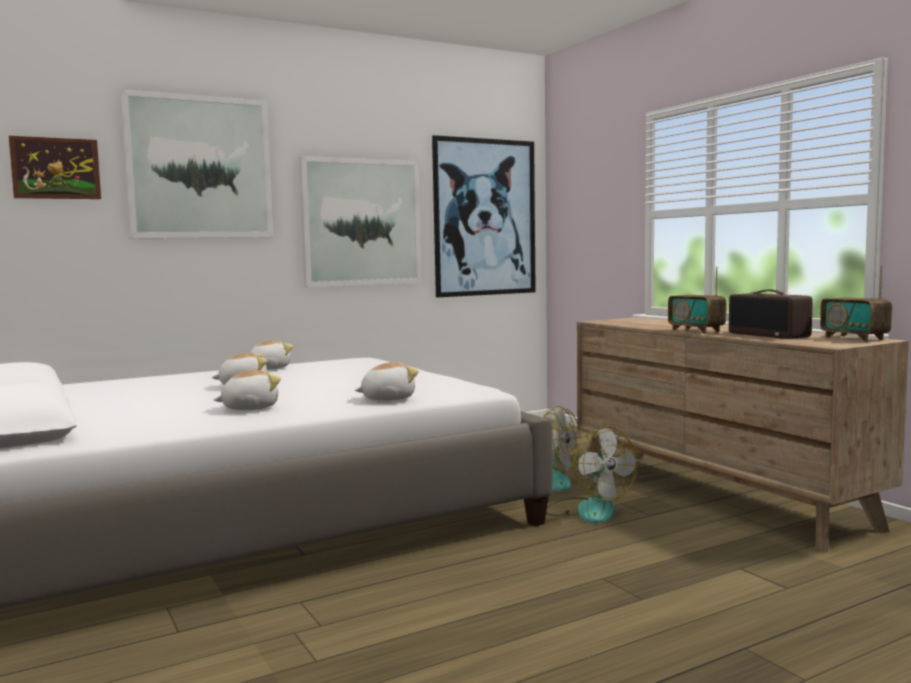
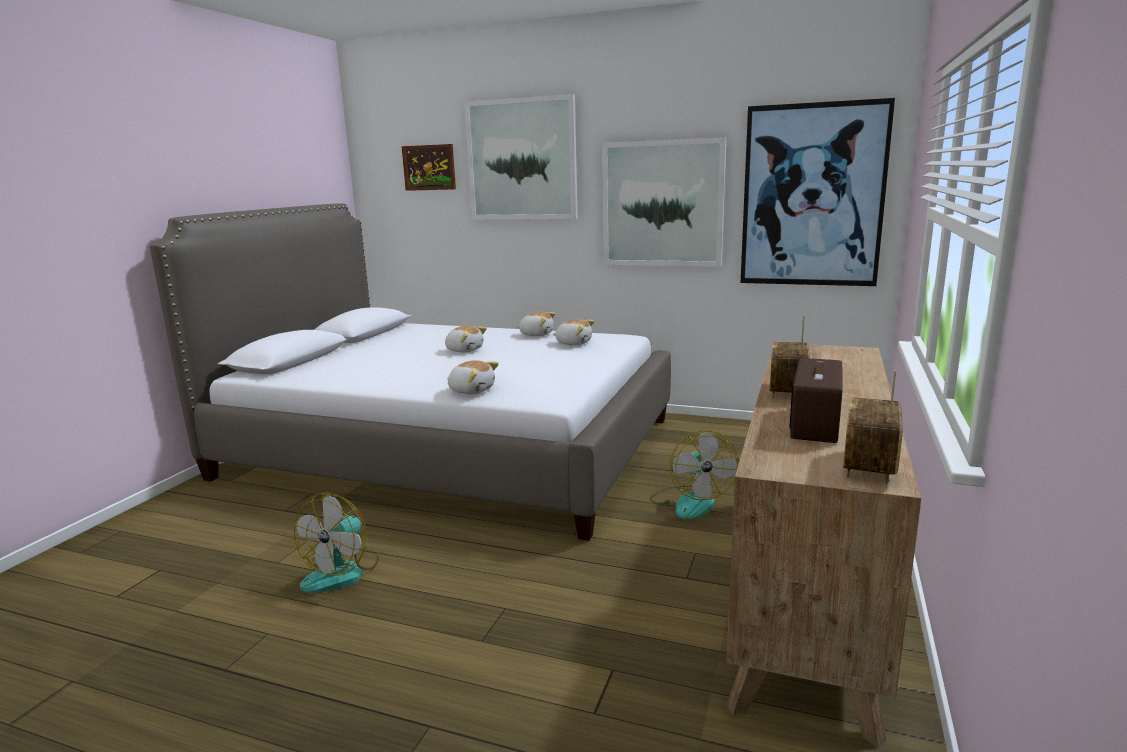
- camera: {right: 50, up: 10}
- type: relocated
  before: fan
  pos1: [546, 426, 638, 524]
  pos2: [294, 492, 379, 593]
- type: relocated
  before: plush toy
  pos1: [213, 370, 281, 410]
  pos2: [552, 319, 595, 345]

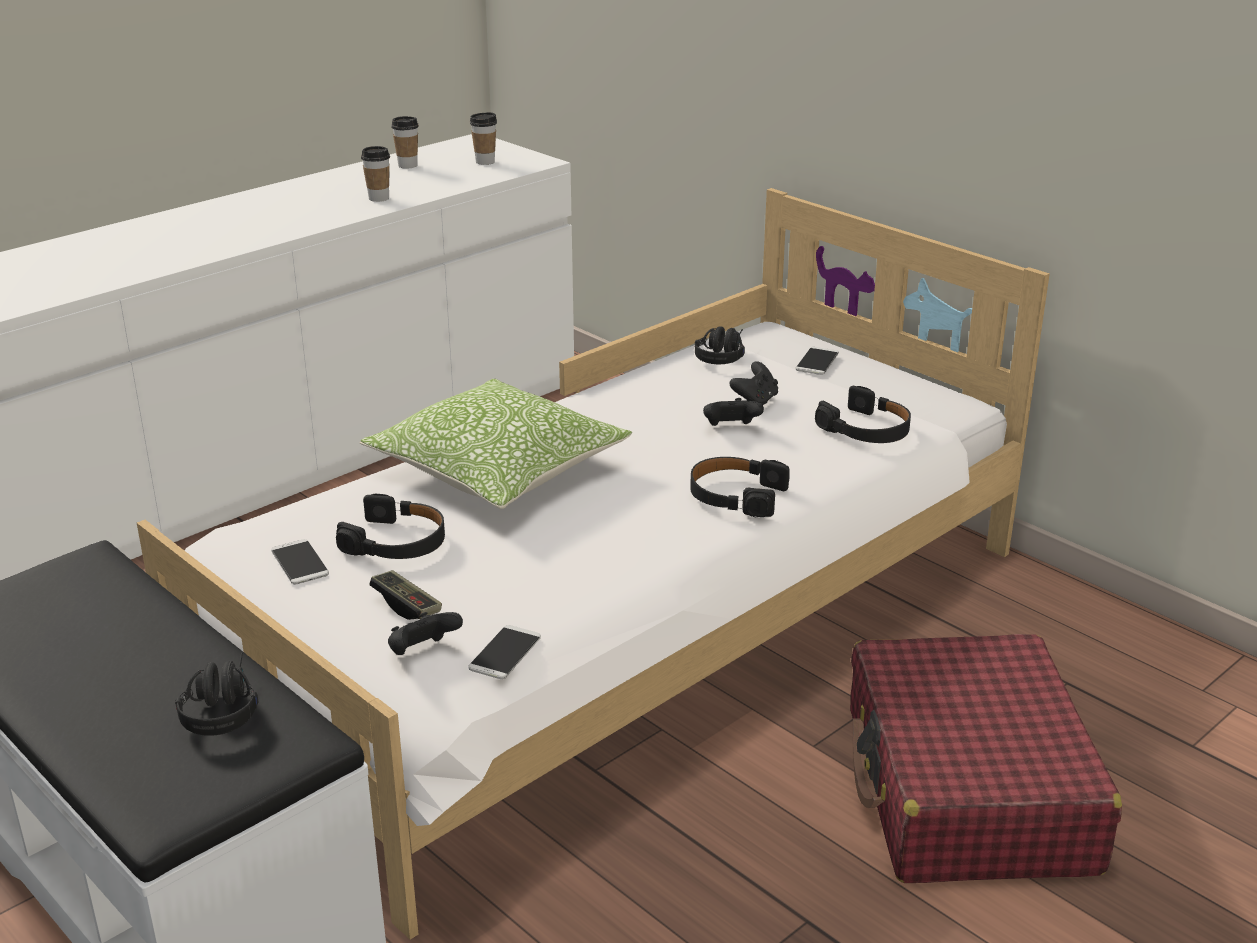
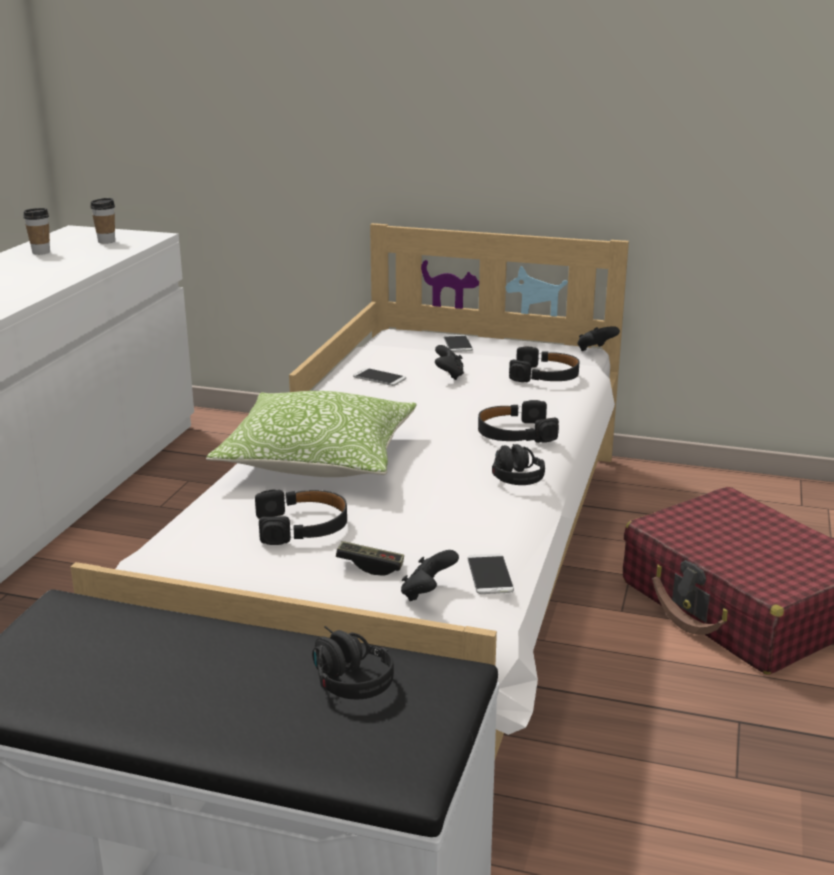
- camera: {right: -30, up: -5}
- type: relocated
  before: phone
  pos1: [271, 539, 329, 584]
  pos2: [353, 368, 406, 386]
- type: relocated
  before: black headphones
  pos1: [695, 326, 745, 364]
  pos2: [492, 444, 545, 485]
- type: relocated
  before: black game controller
  pos1: [703, 398, 764, 426]
  pos2: [577, 326, 620, 351]
- type: missing
  before: cup
  pos1: [361, 146, 390, 202]

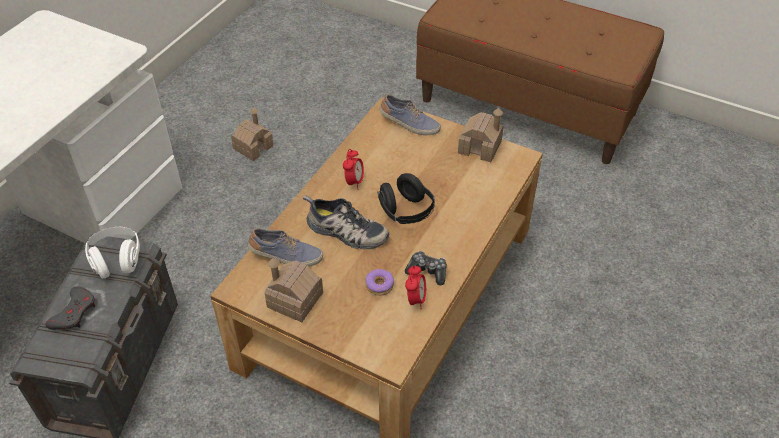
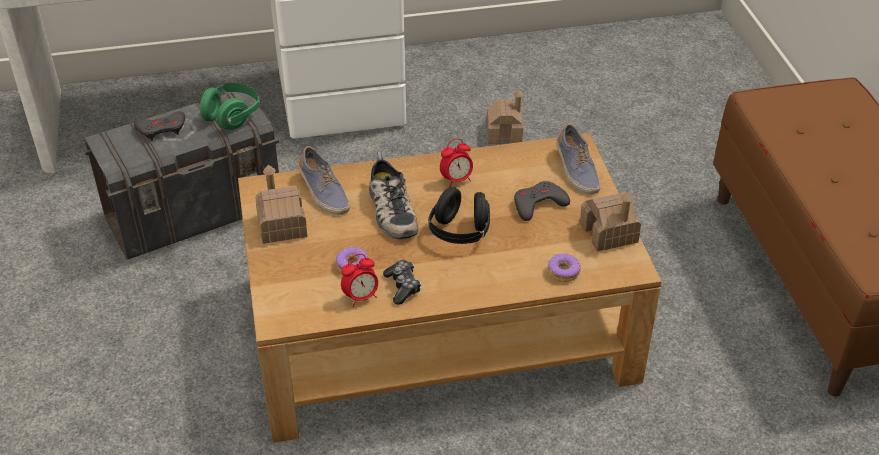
- camera: {right: 50, up: -5}
- type: colour
  before: white headphones
  after: green headphones
  pos1: [85, 227, 140, 279]
  pos2: [200, 83, 260, 130]
- type: appeared
  after: grey game controller
  pos2: [514, 181, 570, 221]
- type: appeared
  after: donut
  pos2: [548, 254, 581, 282]

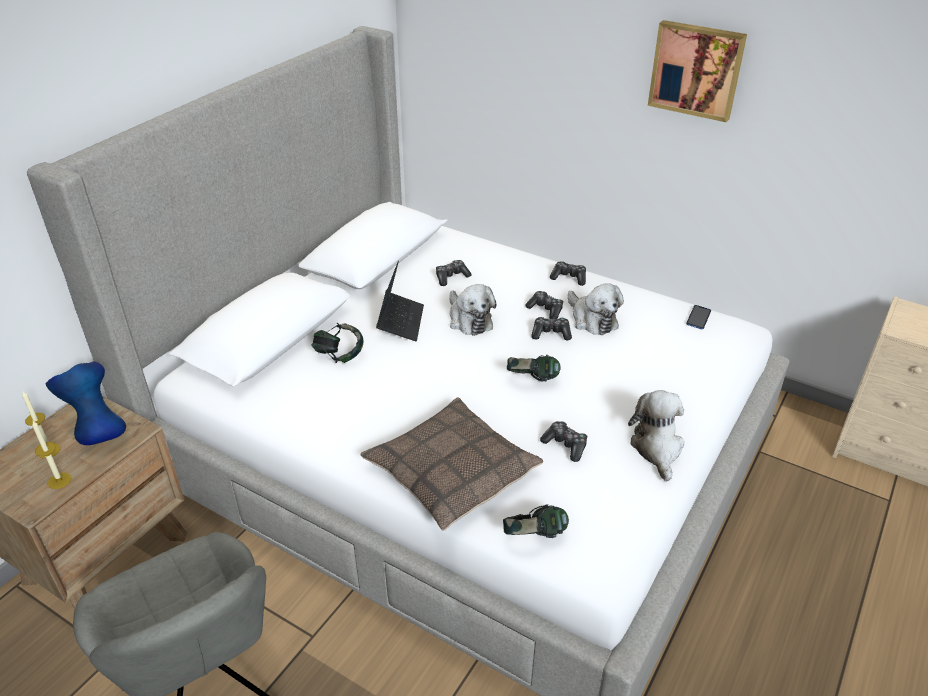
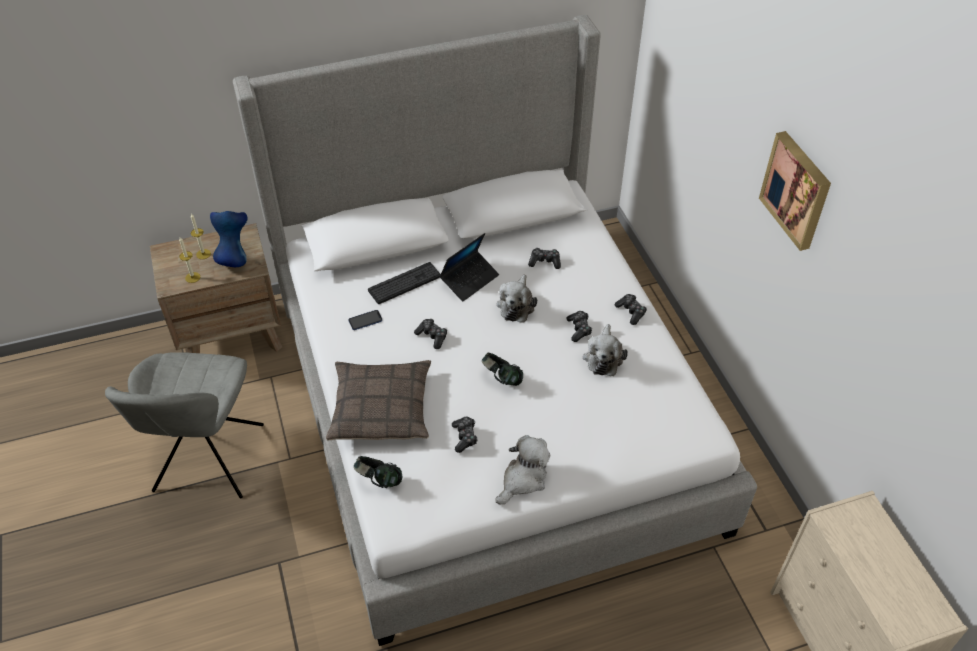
- camera: {right: 40, up: 10}
- type: relocated
  before: phone
  pos1: [686, 305, 711, 329]
  pos2: [349, 310, 382, 330]
- type: exchanged
  before: headphones
  after: keyboard
  pos1: [311, 323, 363, 363]
  pos2: [368, 262, 441, 304]
- type: relocated
  before: game controller
  pos1: [531, 317, 572, 340]
  pos2: [414, 319, 447, 349]

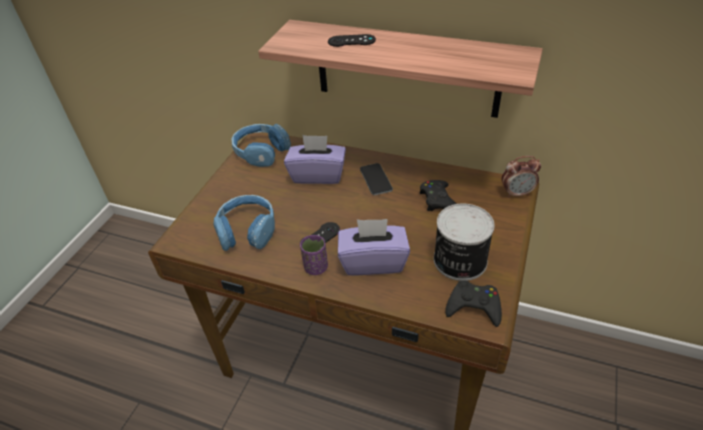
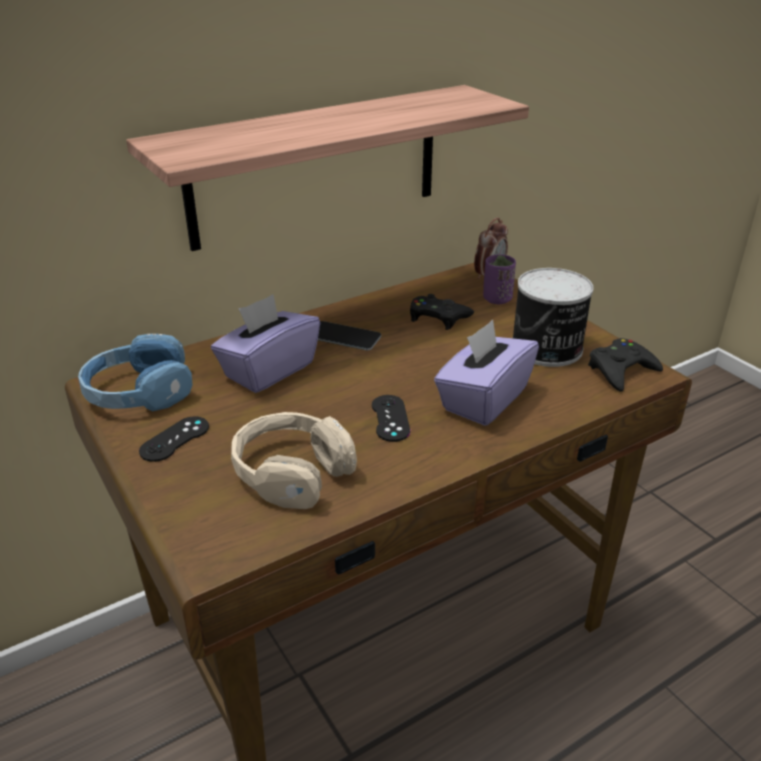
- camera: {right: -55, up: -10}
- type: relocated
  before: black game controller
  pos1: [328, 34, 376, 47]
  pos2: [139, 417, 209, 462]
- type: colour
  before: blue headphones
  after: beige headphones
  pos1: [214, 195, 275, 251]
  pos2: [231, 412, 357, 509]
- type: relocated
  before: purple cup
  pos1: [300, 235, 328, 275]
  pos2: [483, 254, 516, 304]

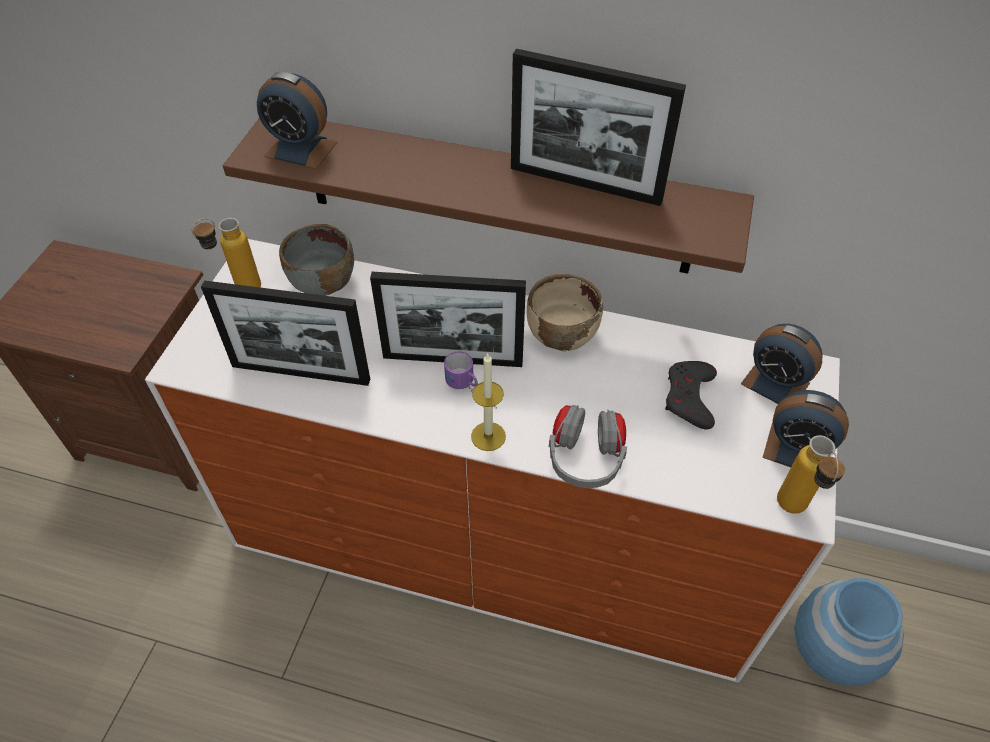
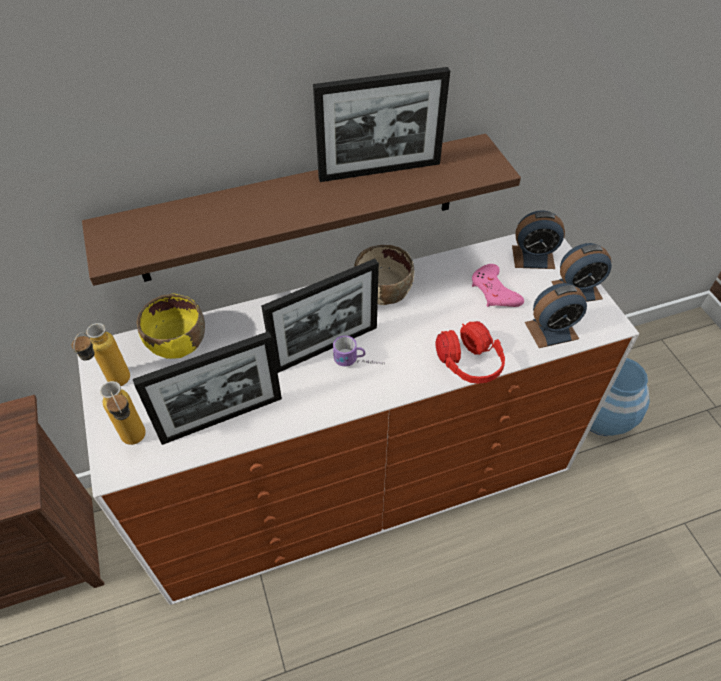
- camera: {right: -35, up: 0}
- type: relocated
  before: bottle
  pos1: [777, 435, 845, 514]
  pos2: [100, 381, 146, 445]
- type: colour
  before: grey bowl
  after: yellow bowl
  pos1: [279, 224, 354, 296]
  pos2: [136, 294, 205, 359]
- type: colour
  before: grey headphones
  after: red headphones
  pos1: [549, 405, 627, 488]
  pos2: [436, 321, 505, 384]
- type: colour
  before: grey game controller
  after: pink game controller
  pos1: [665, 361, 717, 429]
  pos2: [472, 264, 524, 307]
- type: relocated
  before: alarm clock
  pos1: [257, 72, 337, 169]
  pos2: [525, 283, 587, 348]
- type: missing
  before: candle
  pos1: [471, 353, 506, 451]

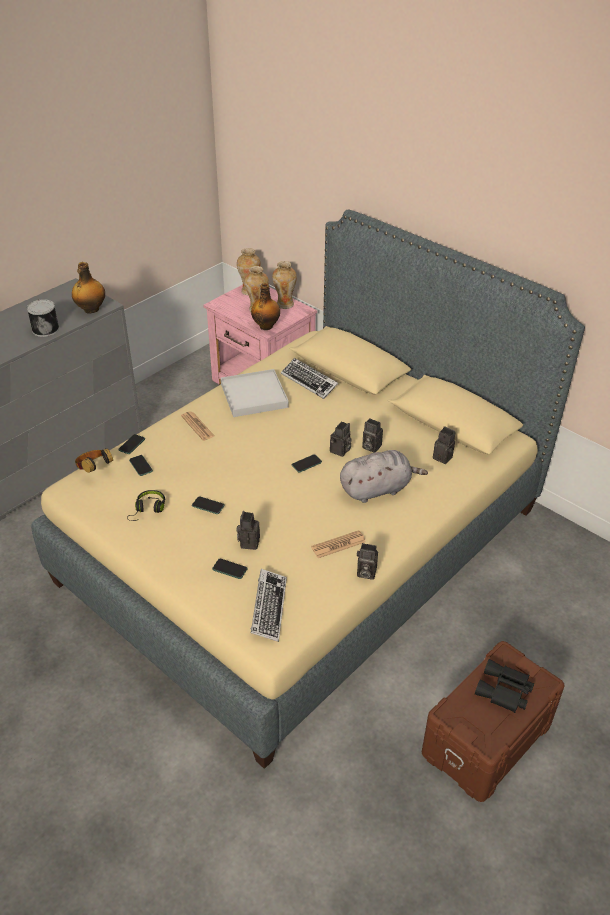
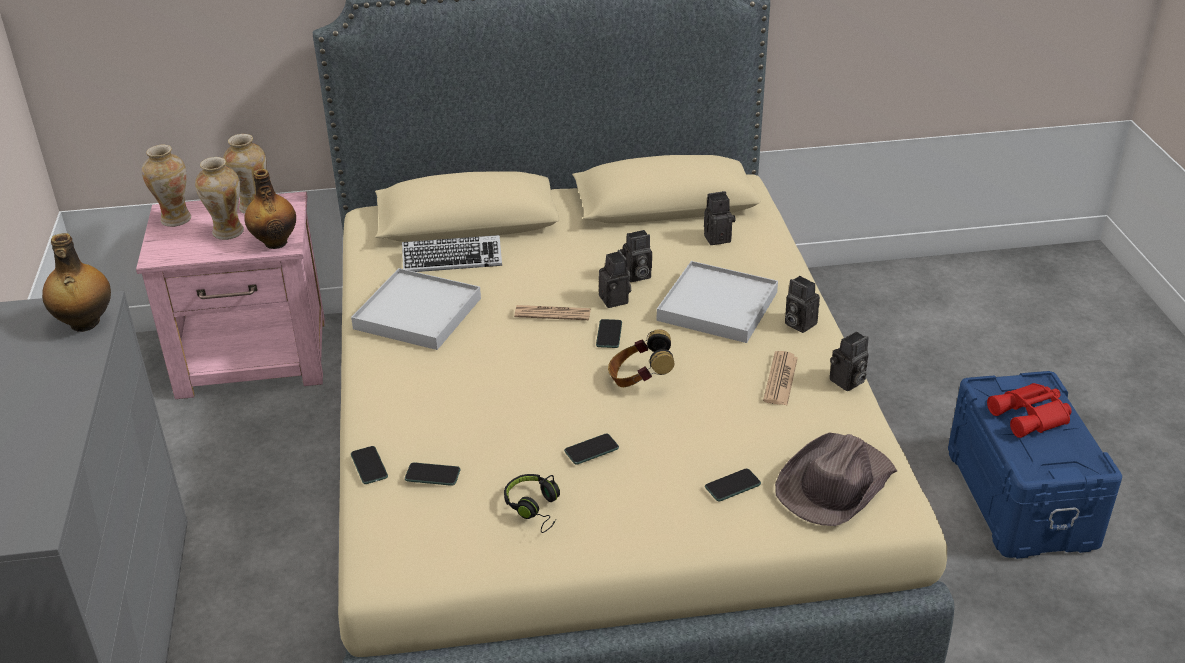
- camera: {right: -50, up: -5}
- type: relocated
  before: newspaper
  pos1: [181, 411, 214, 441]
  pos2: [514, 305, 591, 320]
- type: relocated
  before: headphones
  pos1: [75, 448, 113, 473]
  pos2: [608, 329, 674, 387]
- type: exchanged
  before: grey plush toy
  after: white tray
  pos1: [340, 450, 428, 503]
  pos2: [657, 261, 778, 343]
- type: exchanged
  before: keyboard
  after: brown hat
  pos1: [251, 569, 287, 642]
  pos2: [775, 433, 897, 526]
- type: relocated
  before: photo camera
  pos1: [236, 511, 260, 550]
  pos2: [785, 276, 820, 333]
- type: colour
  before: brown storage box
  after: blue storage box
  pos1: [422, 641, 565, 802]
  pos2: [948, 371, 1122, 559]
- type: colour
  before: black binoculars
  after: red binoculars
  pos1: [475, 659, 534, 713]
  pos2: [987, 383, 1072, 438]
- type: missing
  before: can
  pos1: [27, 299, 59, 337]

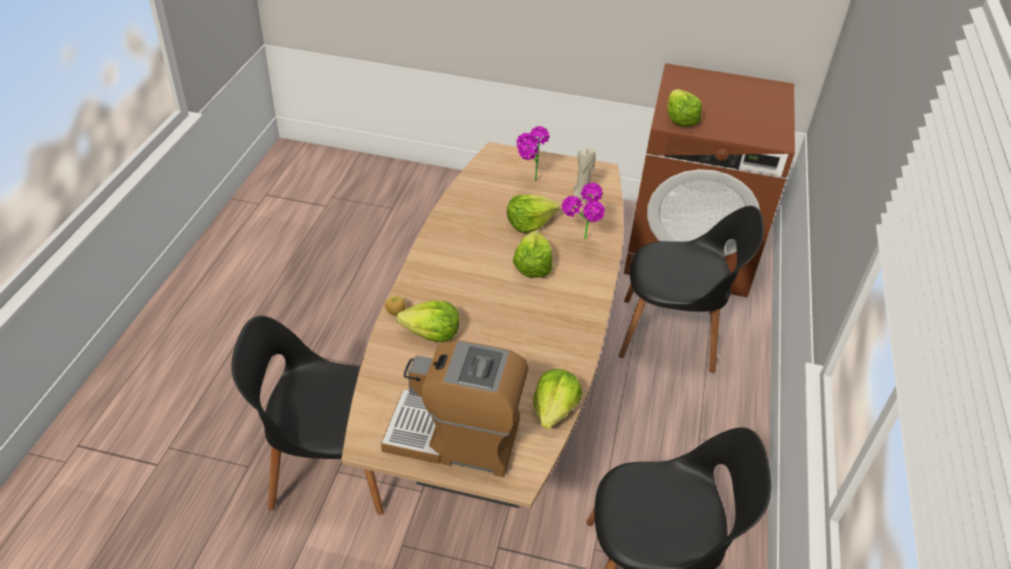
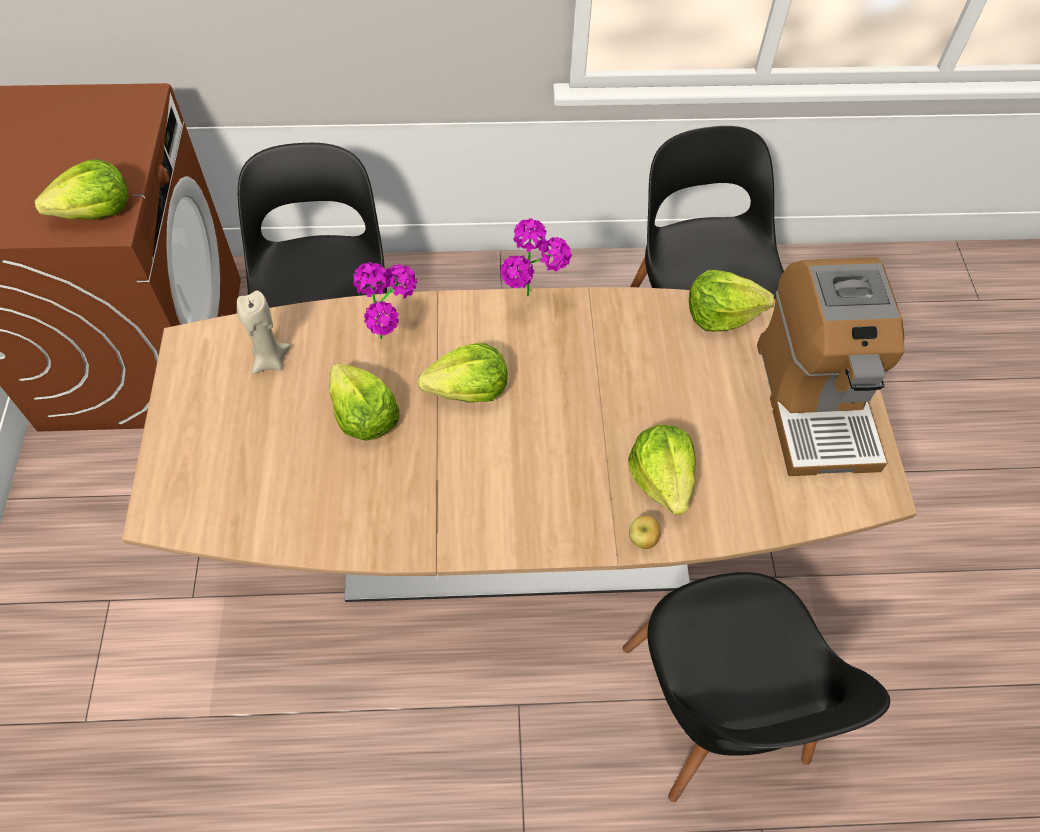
- camera: {right: -105, up: 15}
- type: relocated
  before: potted plant
  pos1: [516, 126, 550, 182]
  pos2: [500, 218, 572, 296]

